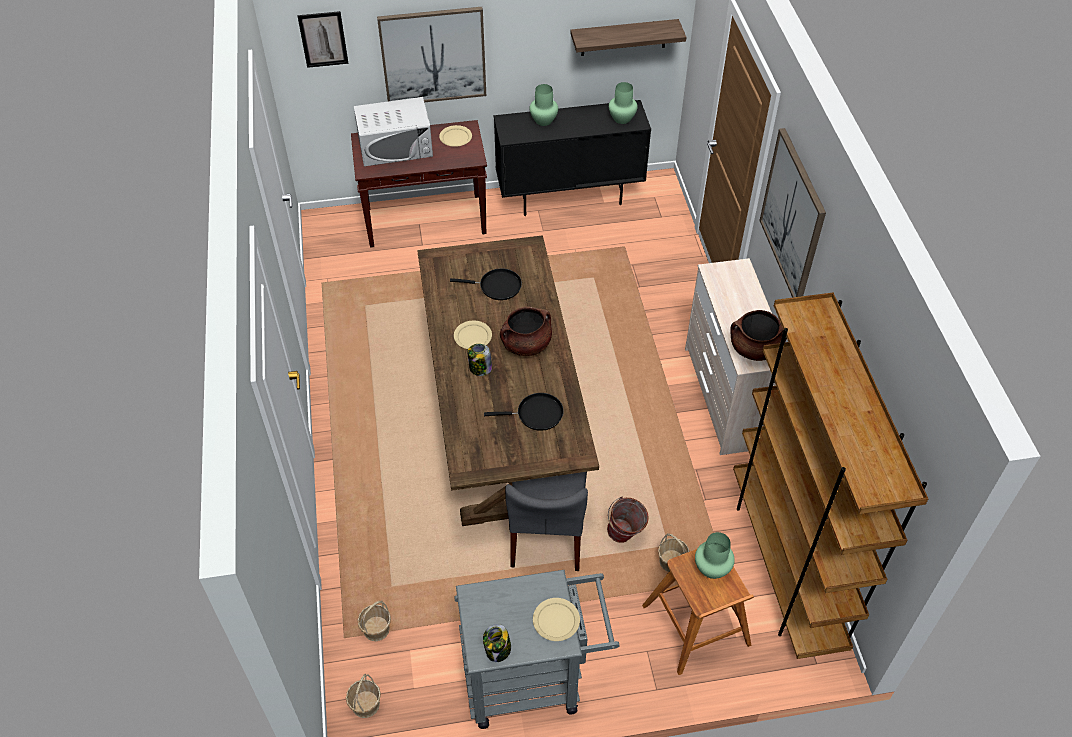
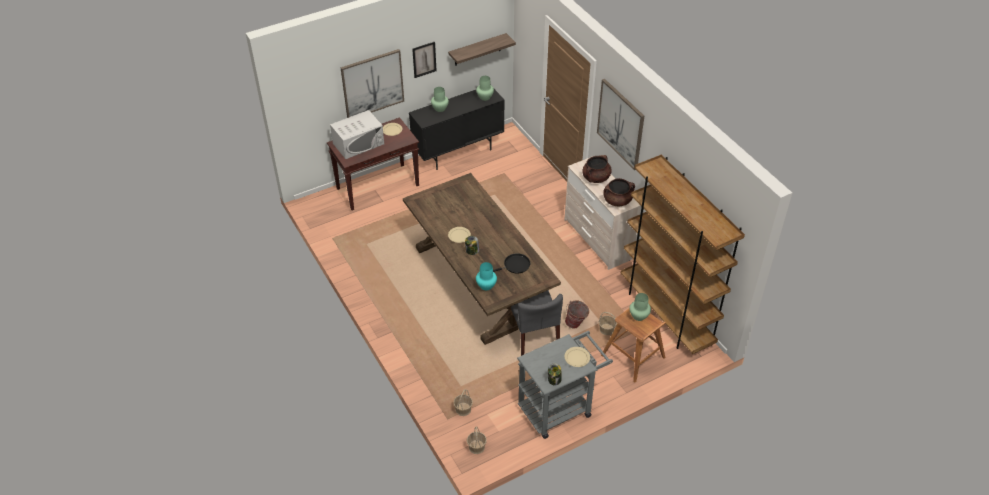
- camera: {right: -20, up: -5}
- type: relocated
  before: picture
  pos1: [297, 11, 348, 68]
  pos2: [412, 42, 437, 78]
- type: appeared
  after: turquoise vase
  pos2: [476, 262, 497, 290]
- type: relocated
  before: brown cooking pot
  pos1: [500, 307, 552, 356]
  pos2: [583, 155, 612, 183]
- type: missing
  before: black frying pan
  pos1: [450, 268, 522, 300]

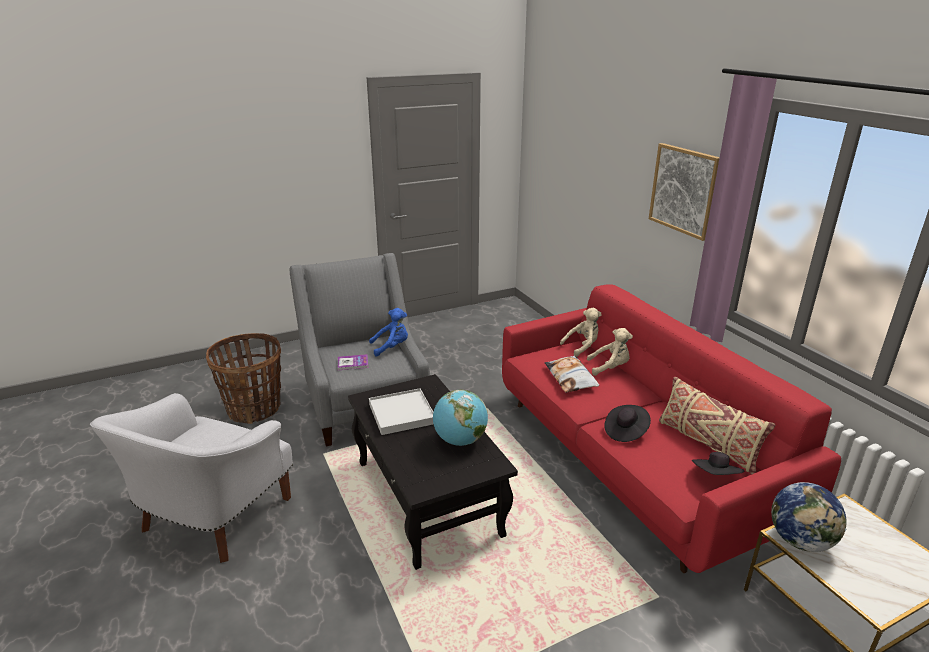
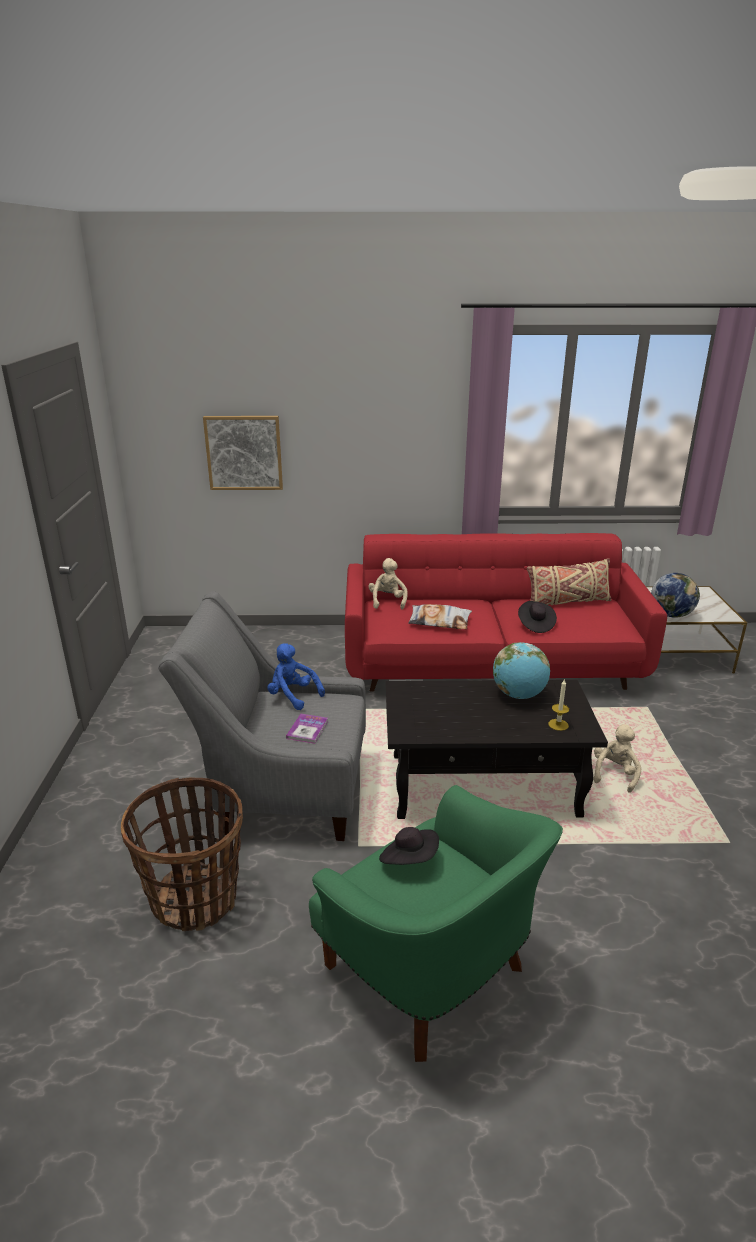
- camera: {right: -65, up: 0}
- type: relocated
  before: picture
  pos1: [649, 143, 720, 241]
  pos2: [203, 416, 283, 490]
- type: spun
  before: blue plush toy
  pos1: [369, 308, 408, 357]
  pos2: [267, 643, 325, 710]
  turn: -60
- type: colour
  before: white armchair
  after: green armchair
  pos1: [90, 393, 293, 563]
  pos2: [309, 785, 563, 1062]
- type: relocated
  before: black hat
  pos1: [692, 452, 744, 475]
  pos2: [379, 827, 439, 865]
- type: appeared
  after: candle
  pos2: [548, 679, 569, 731]
- type: relocated
  before: beige plush toy
  pos1: [587, 328, 633, 376]
  pos2: [593, 724, 641, 793]
- type: missing
  before: white tray
  pos1: [369, 388, 433, 435]

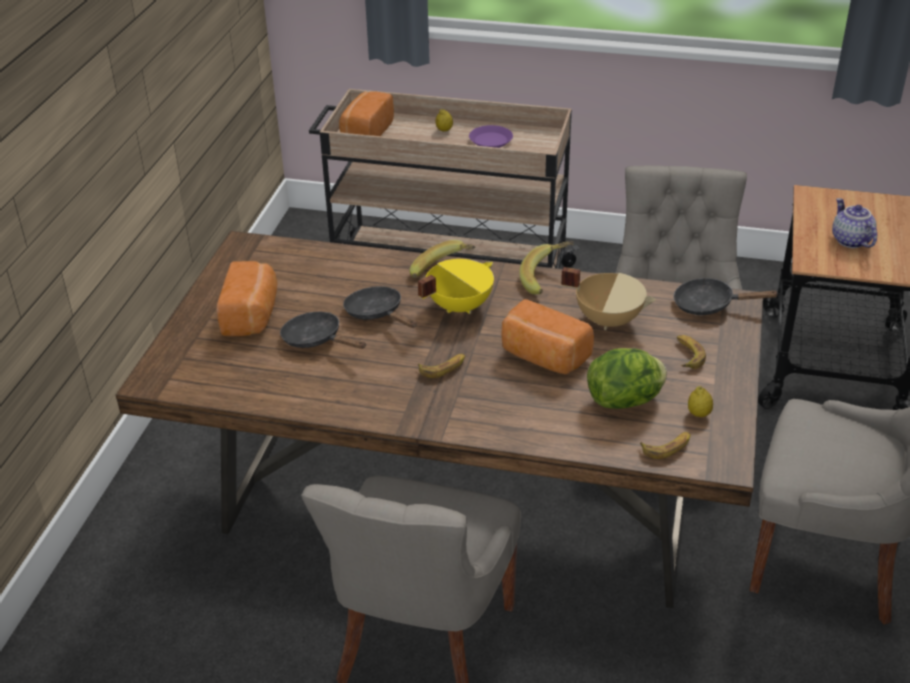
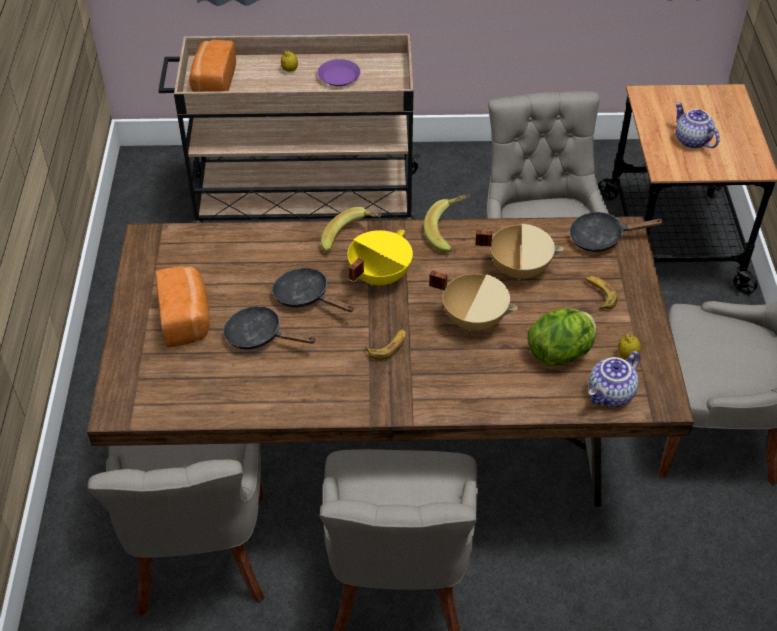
- camera: {right: -15, up: 10}
- type: appeared
  after: grey chair
  pos2: [87, 443, 265, 616]
- type: exchanged
  before: bread
  after: beige cooking pot
  pos1: [501, 299, 594, 374]
  pos2: [429, 270, 518, 331]
- type: exchanged
  before: banana
  after: teapot
  pos1: [640, 432, 691, 459]
  pos2: [589, 351, 641, 407]

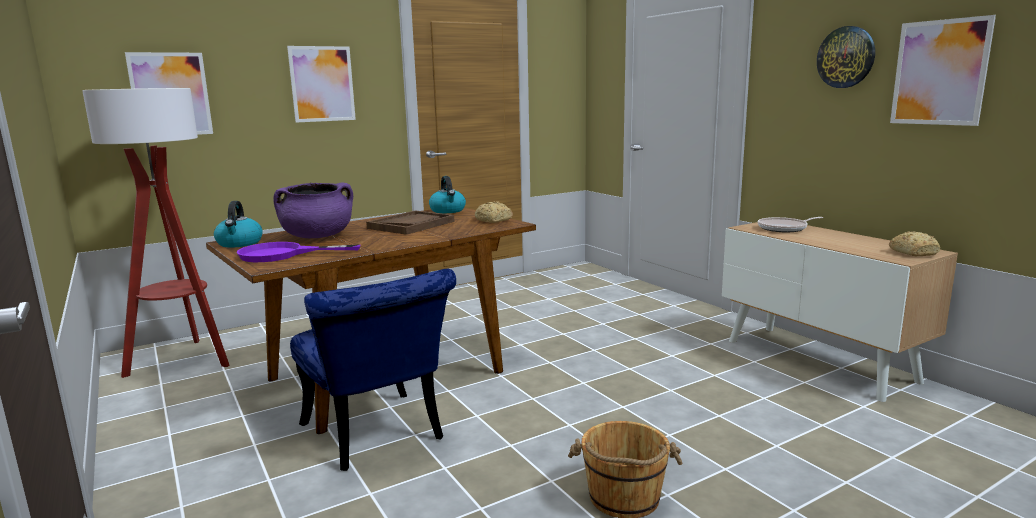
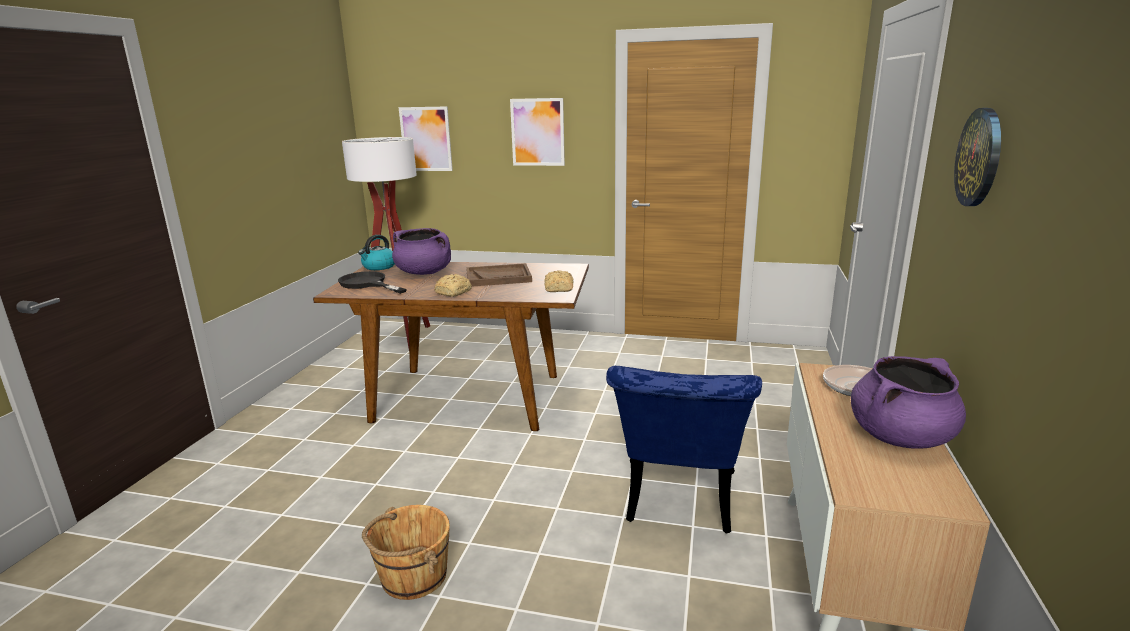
- camera: {right: 45, up: 5}
- type: colour
  before: purple frying pan
  after: black frying pan
  pos1: [237, 242, 361, 262]
  pos2: [338, 271, 407, 294]
- type: relocated
  before: bread
  pos1: [889, 232, 940, 256]
  pos2: [434, 274, 472, 297]
- type: relocated
  before: blue chair
  pos1: [290, 269, 456, 471]
  pos2: [606, 366, 762, 534]
- type: appeared
  after: purple cooking pot
  pos2: [851, 356, 966, 449]
- type: missing
  before: kettle
  pos1: [429, 176, 466, 213]
- type: missing
  before: picture
  pos1: [890, 15, 996, 126]

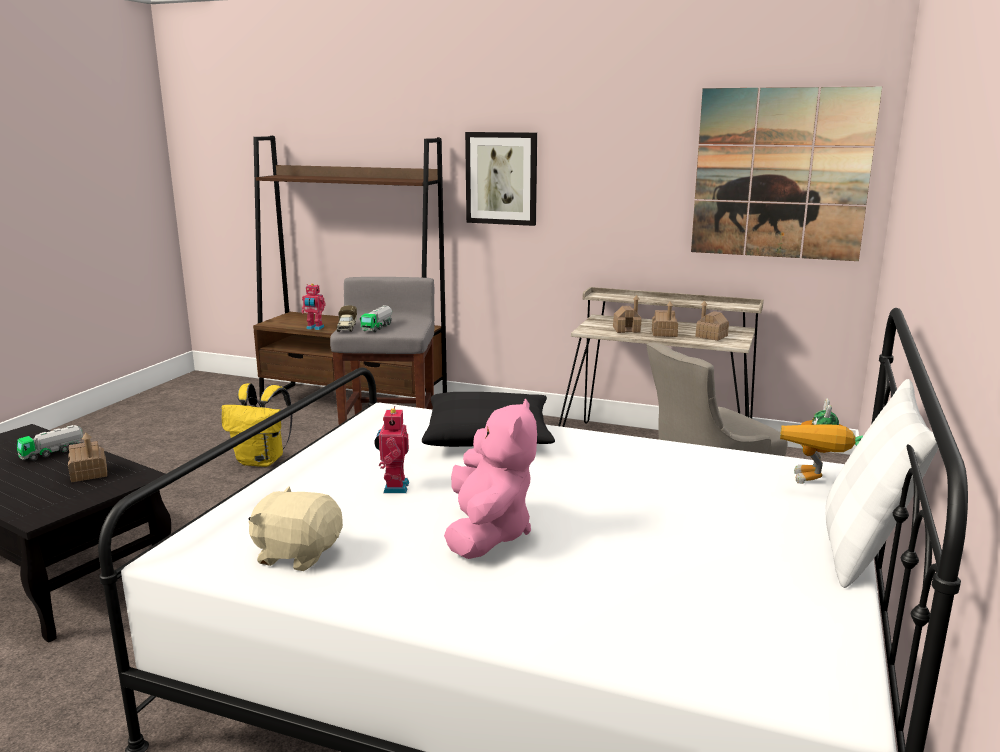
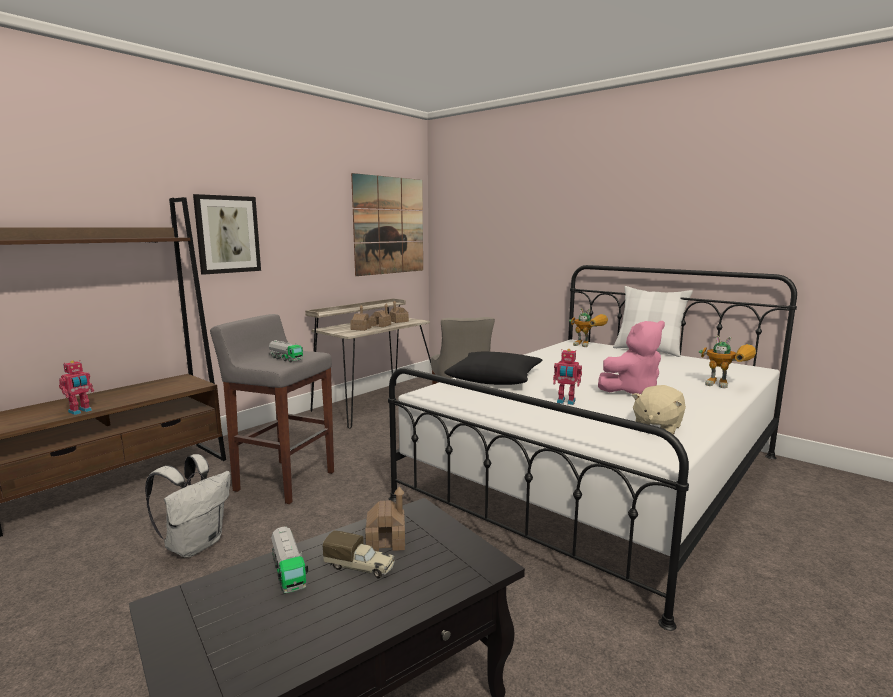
- camera: {right: -70, up: -5}
- type: colour
  before: yellow backpack
  after: white backpack
  pos1: [221, 383, 293, 467]
  pos2: [145, 454, 230, 557]
- type: relocated
  before: toy truck
  pos1: [337, 305, 357, 332]
  pos2: [323, 530, 395, 579]
- type: spun
  before: pink plush toy
  pos1: [444, 398, 537, 559]
  pos2: [598, 321, 665, 394]
  turn: 135
- type: appeared
  after: toy robot
  pos2: [699, 335, 756, 388]

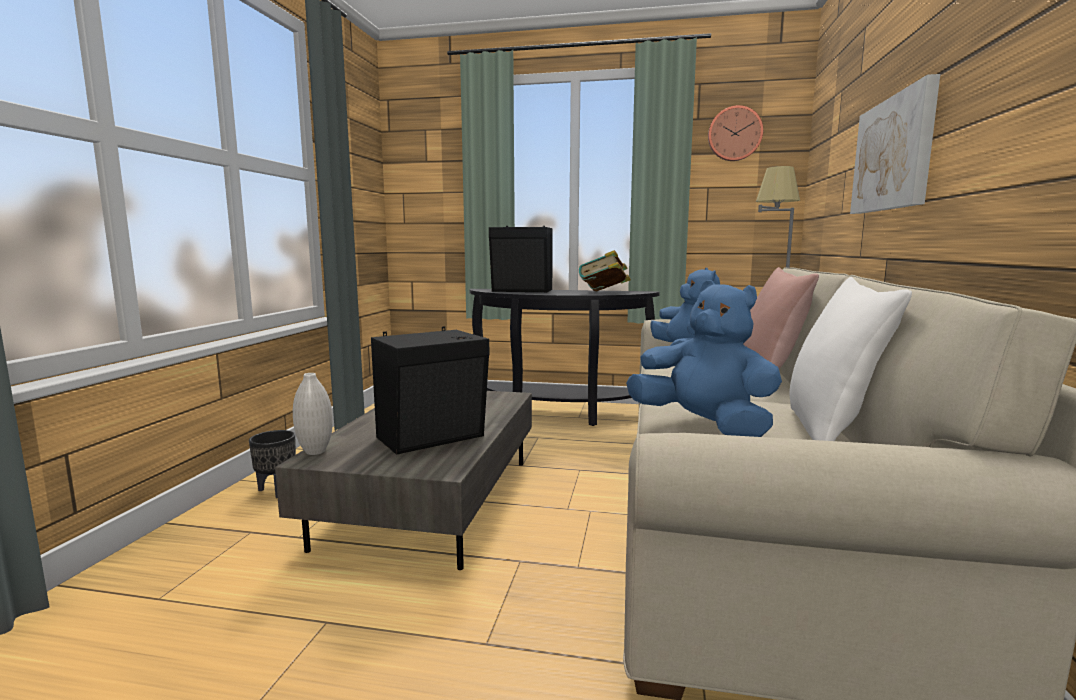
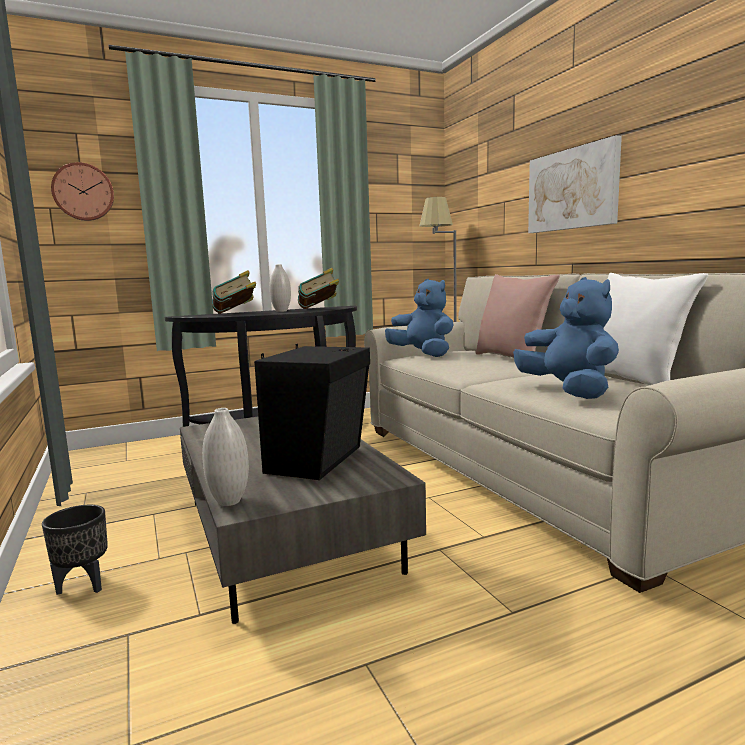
- camera: {right: -35, up: 0}
- type: relocated
  before: wall clock
  pos1: [708, 105, 763, 161]
  pos2: [51, 162, 114, 221]
- type: exchanged
  before: black speaker
  after: book
  pos1: [489, 226, 553, 292]
  pos2: [212, 270, 256, 314]
- type: appeared
  after: white vase
  pos2: [269, 264, 291, 312]
- type: spun
  before: blue plush toy
  pos1: [626, 280, 782, 437]
  pos2: [513, 277, 619, 399]
  turn: 60

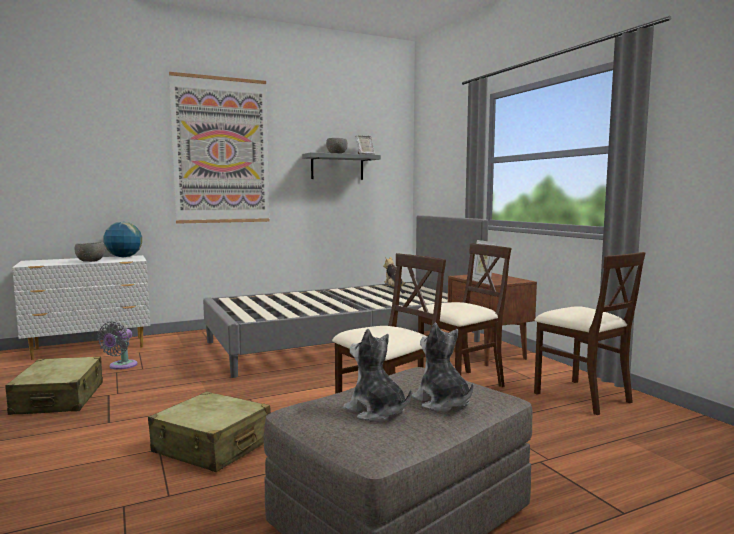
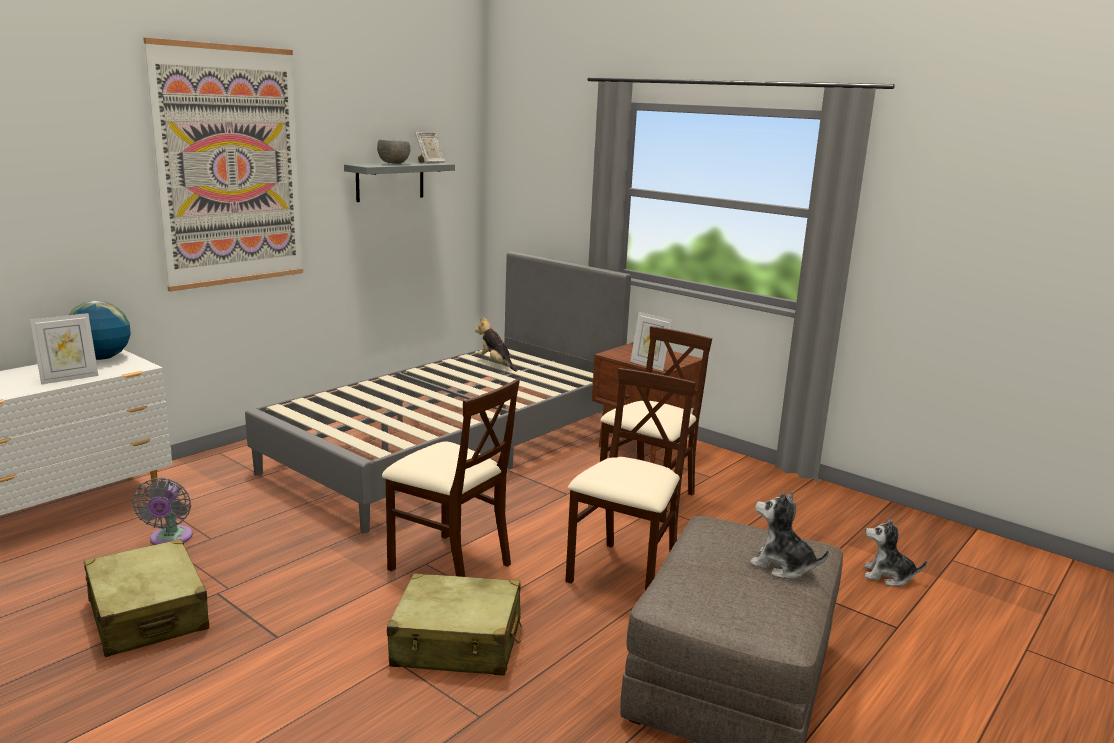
- camera: {right: -25, up: 10}
- type: exchanged
  before: grey bowl
  after: picture frame
  pos1: [75, 242, 105, 262]
  pos2: [30, 313, 99, 384]
- type: relocated
  before: beige chair
  pos1: [534, 252, 645, 415]
  pos2: [382, 379, 520, 577]
- type: relocated
  before: plush toy
  pos1: [343, 329, 412, 422]
  pos2: [864, 518, 927, 586]

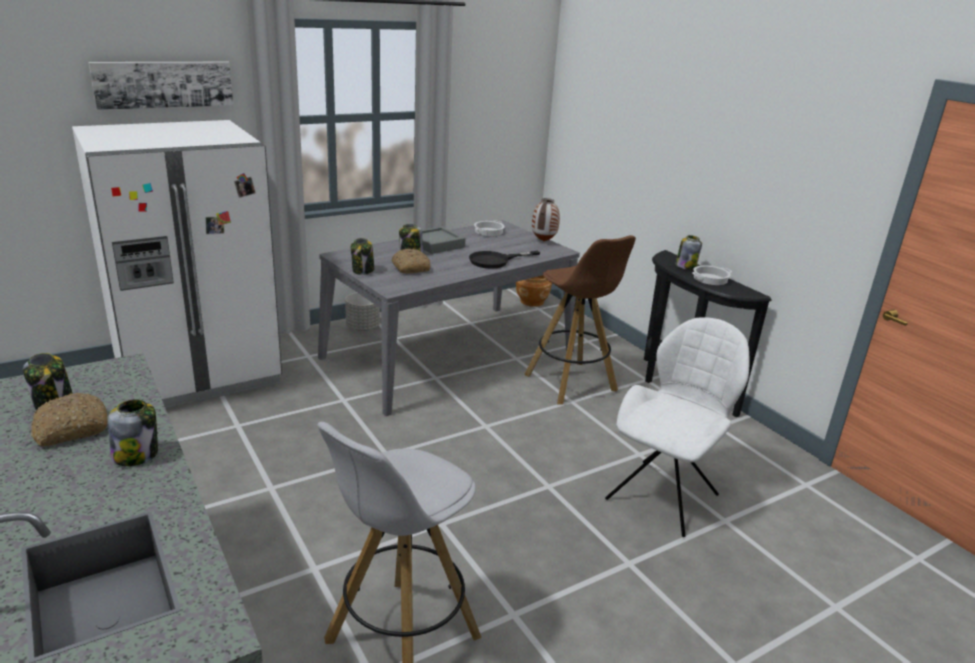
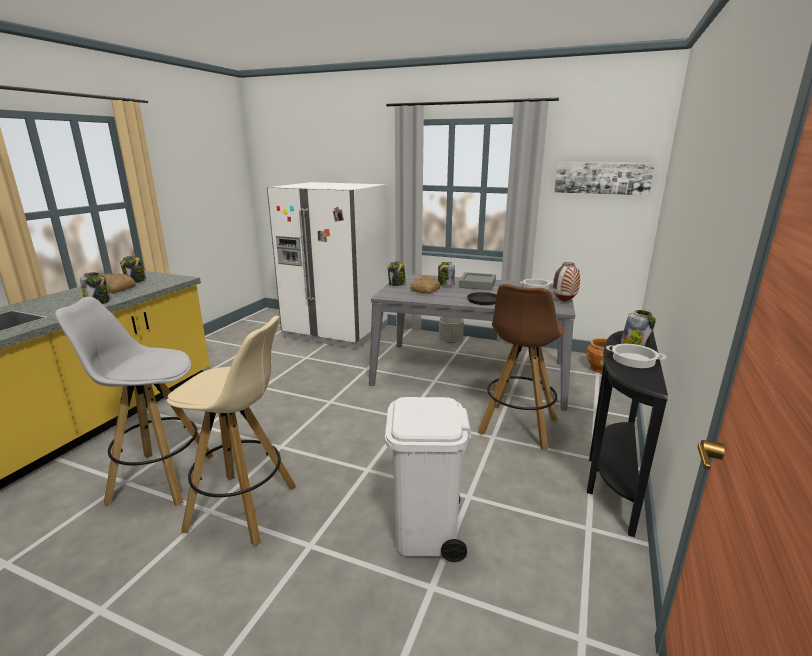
- camera: {right: 55, up: -5}
- type: appeared
  after: beige stool
  pos2: [166, 316, 296, 546]
- type: exchanged
  before: white chair
  after: white trash can
  pos1: [605, 317, 749, 537]
  pos2: [385, 397, 471, 562]
- type: relocated
  before: picture
  pos1: [88, 62, 233, 110]
  pos2: [554, 162, 655, 195]

